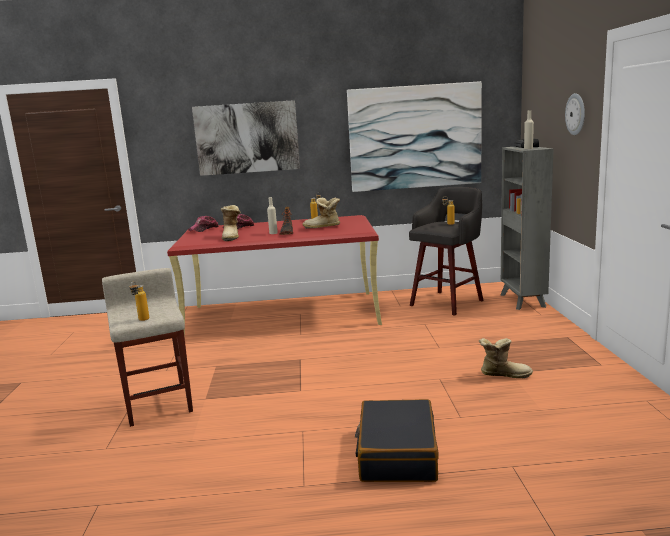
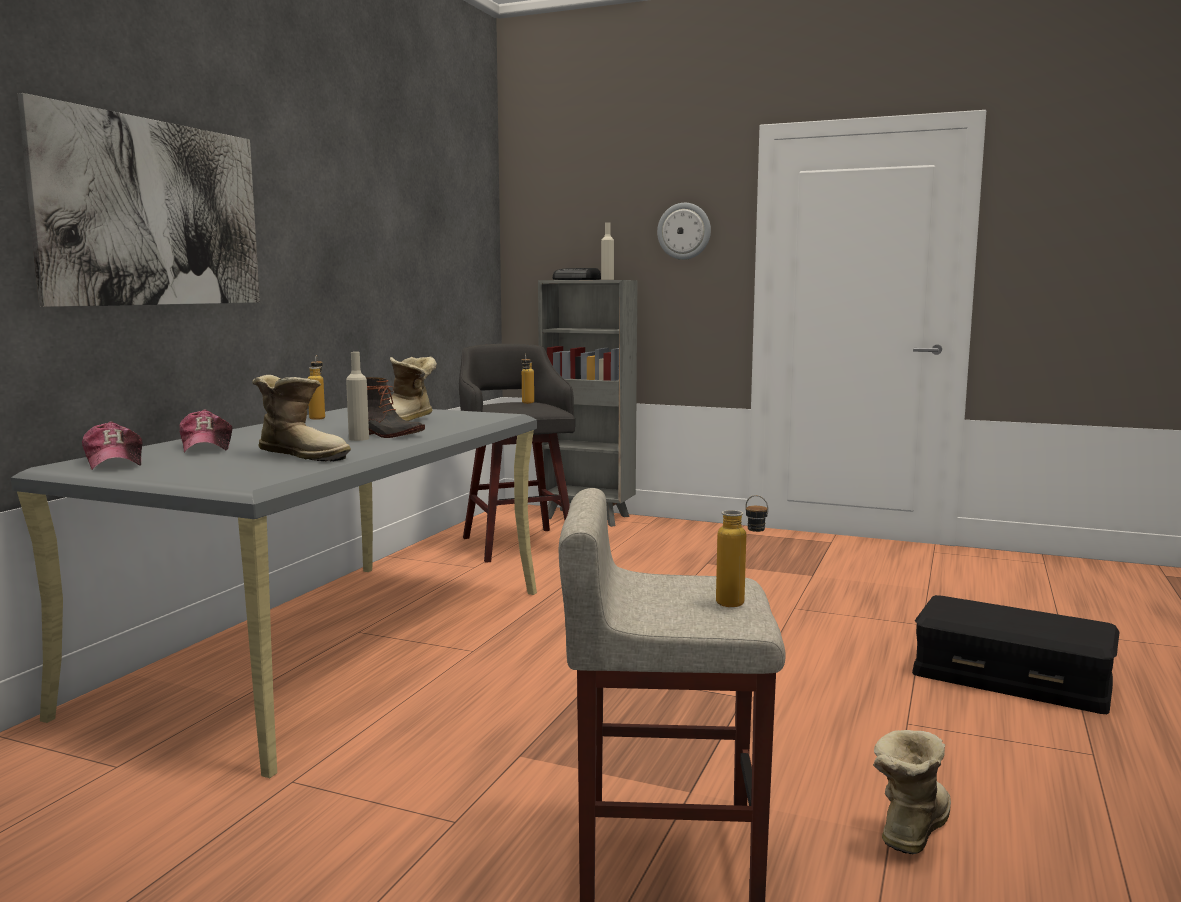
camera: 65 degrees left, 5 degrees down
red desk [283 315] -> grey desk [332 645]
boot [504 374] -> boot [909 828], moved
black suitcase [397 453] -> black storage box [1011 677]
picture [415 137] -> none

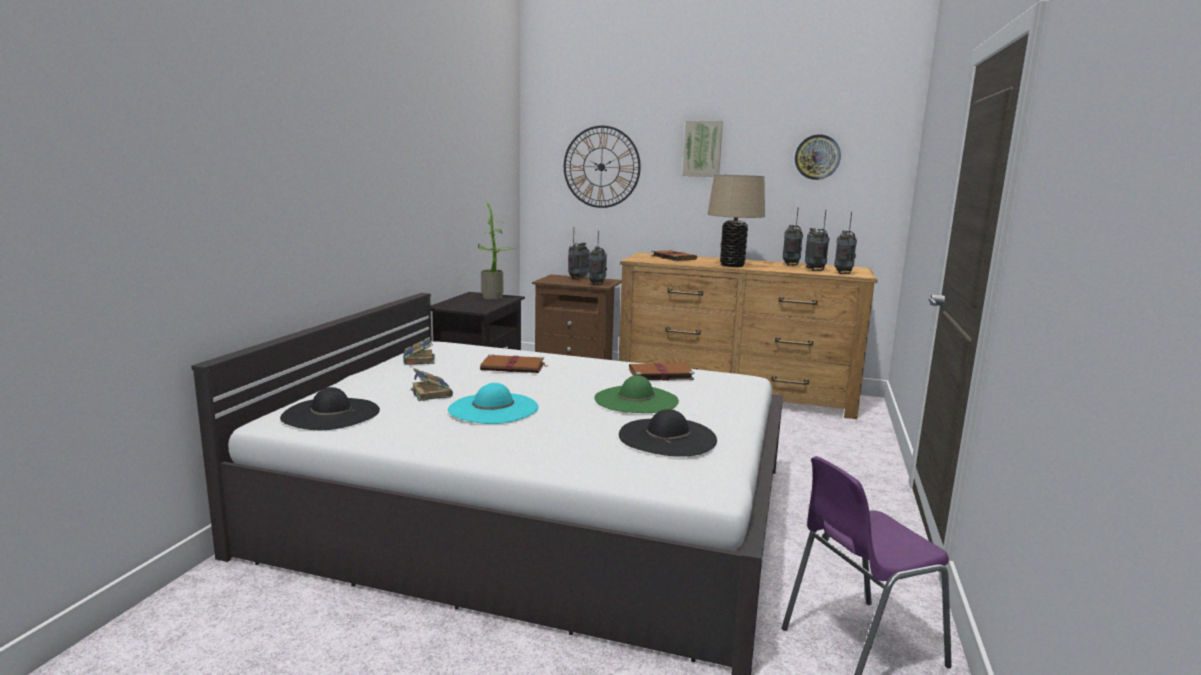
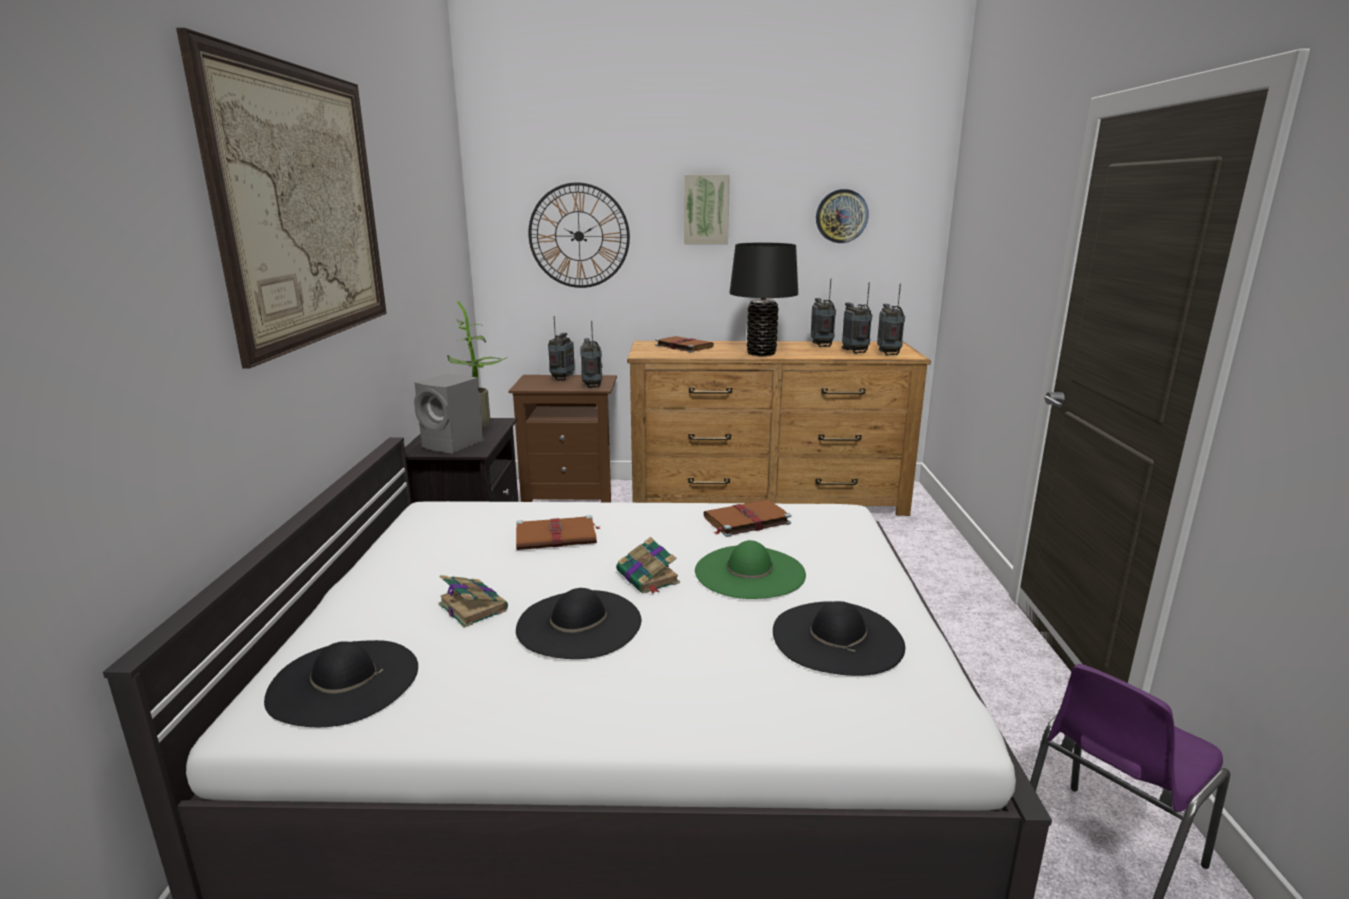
camera: 15 degrees left, 5 degrees up
none -> picture [304 206]
none -> grey speaker [454 445]
turquoise hat [493 408] -> black hat [579 624]
book [419 360] -> book [648 578], moved
beige table lamp [732 265] -> black table lamp [761 353]

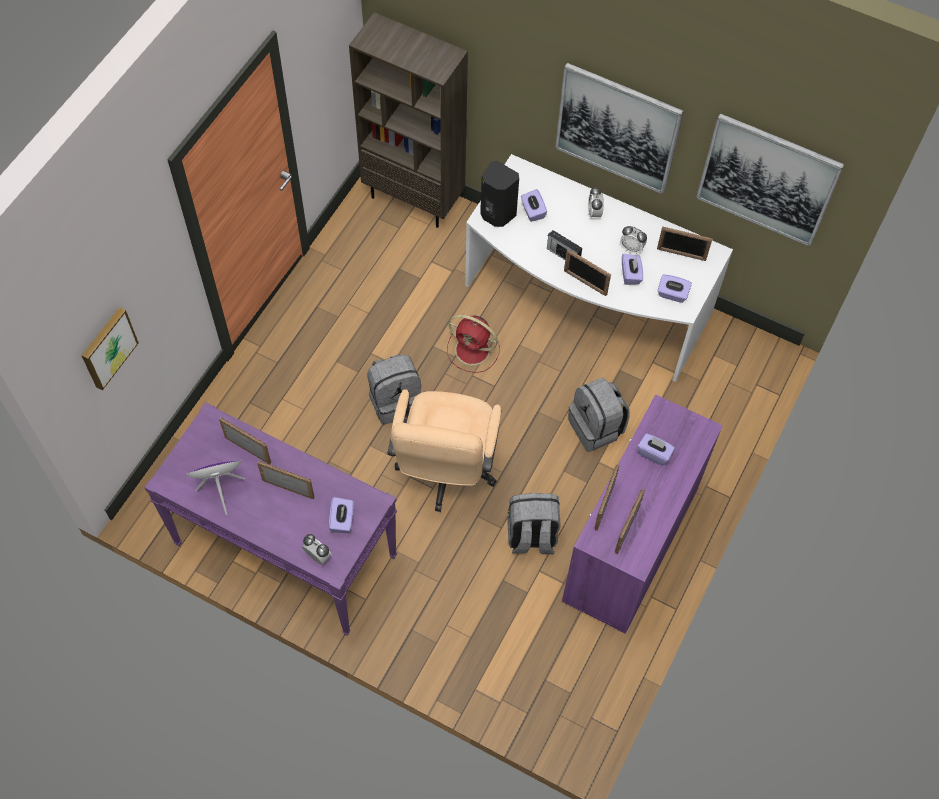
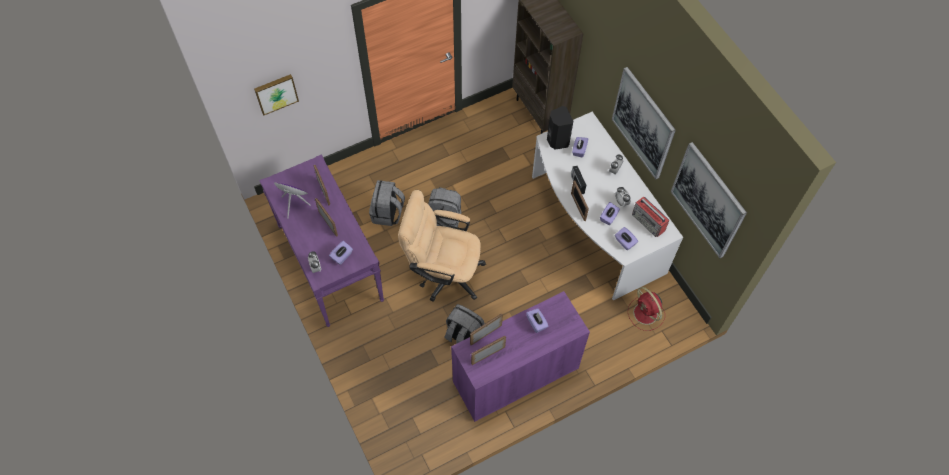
camera: 35 degrees right, 0 degrees up
grey backpack [596 427] -> grey backpack [388 213], moved
beige office chair [445 472] -> beige office chair [443 272], 60 degrees clockwise
red fan [474 351] -> red fan [646 314], moved
picture frame [681 254] -> radio [648 222]

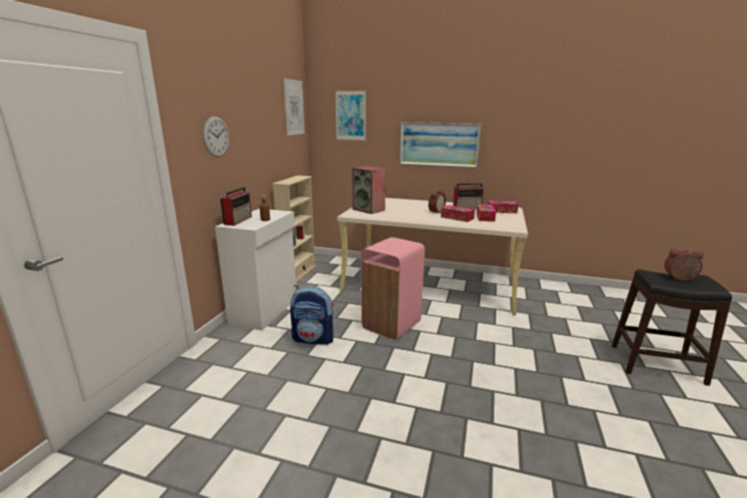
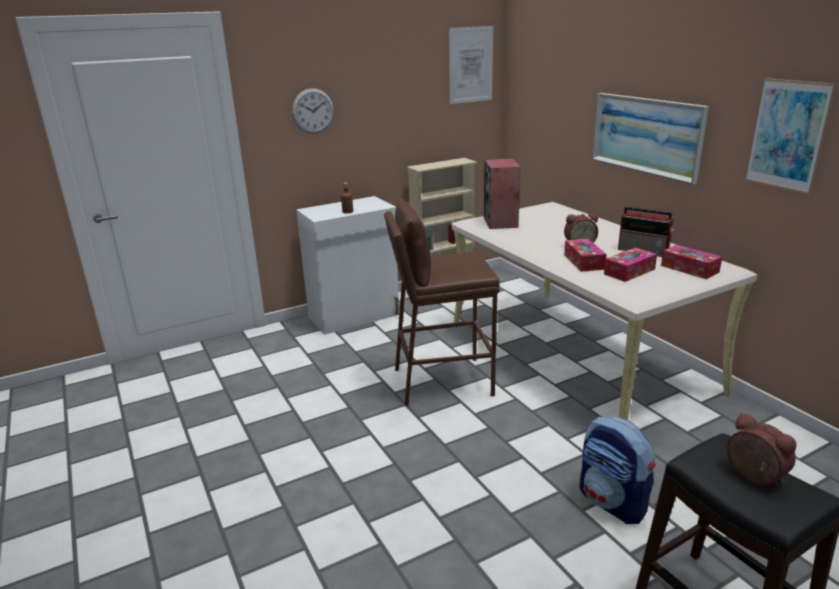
camera: 45 degrees right, 5 degrees up
pink trash can [390 325] -> brown stool [442 381]
backpack [314 339] -> backpack [613 502], moved
picture [350 115] -> picture [787 135], moved
radio [238 220] -> none

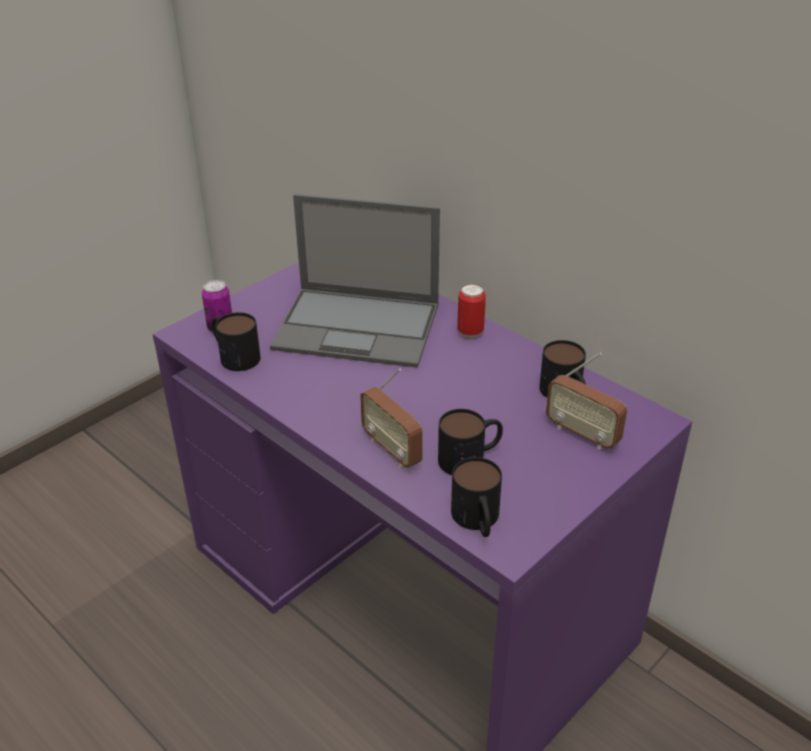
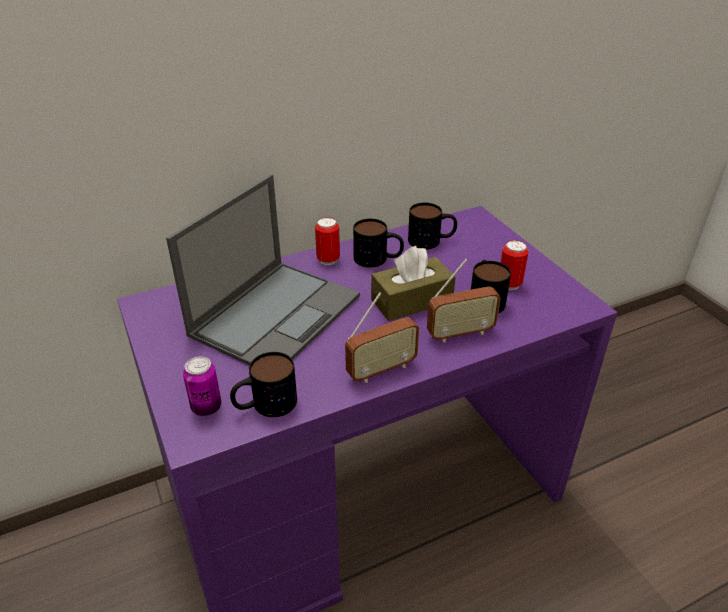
camera: 70 degrees left, 0 degrees up
radio [582 434] -> radio [381 370], moved
mug [477 521] -> mug [378 259], moved
none -> brown tissue box [412 301]
none -> can [509 284]

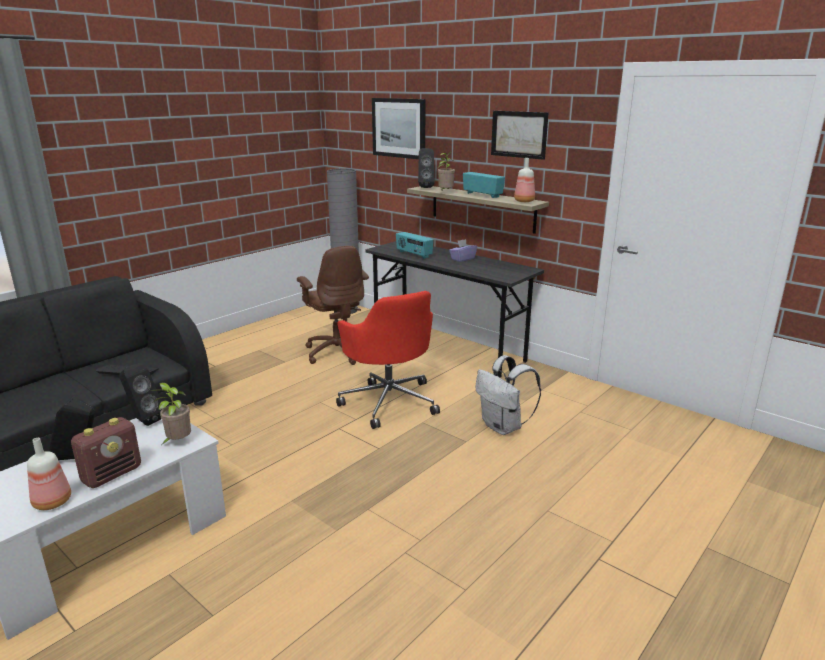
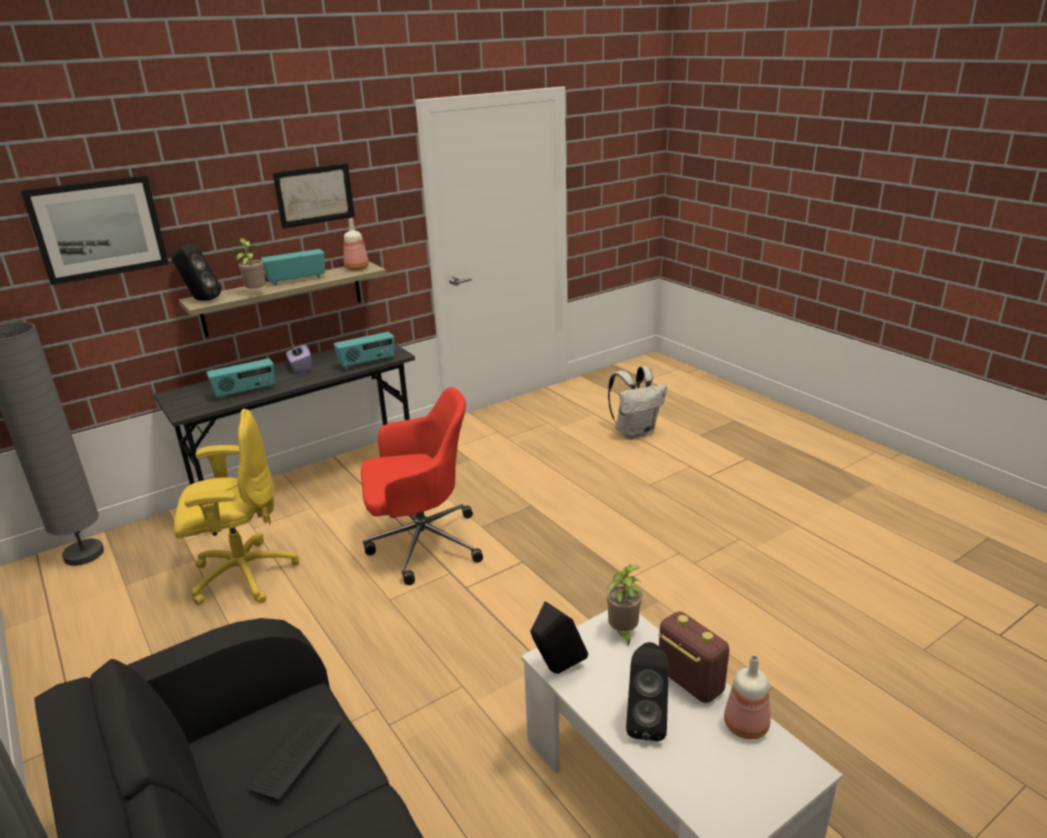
camera: 75 degrees left, 5 degrees up
brown office chair [337 352] -> yellow office chair [242 575]
none -> radio [367 363]
white backpack [503 427] -> white backpack [635 432], moved

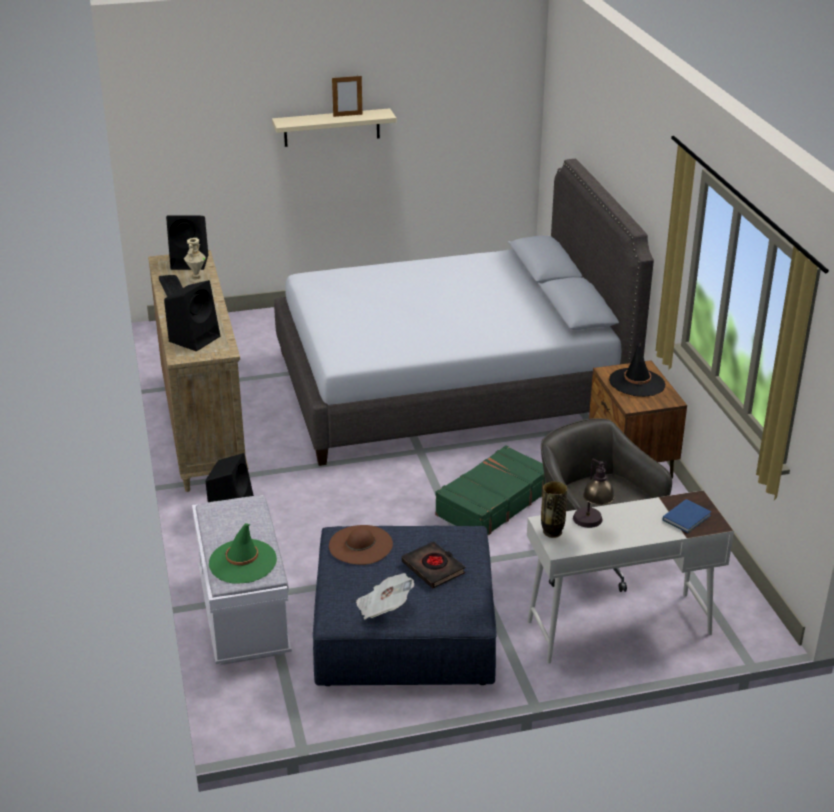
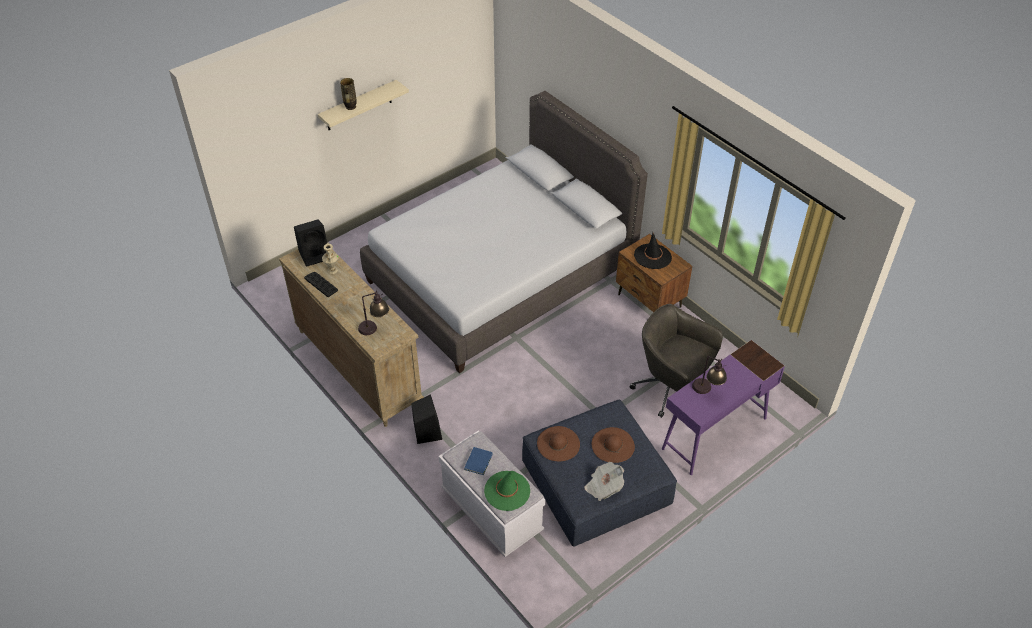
camera: 25 degrees left, 15 degrees up
vase [552 532] -> vase [350 107], moved
black speaker [195 338] -> table lamp [375 328]
blue book [688 517] -> blue book [479 461], moved
black book [433 568] -> brown hat [612 445]
white desk [618 627] -> purple desk [714 433]
picture frame [347 115] -> none
green suitcase [492 503] -> none

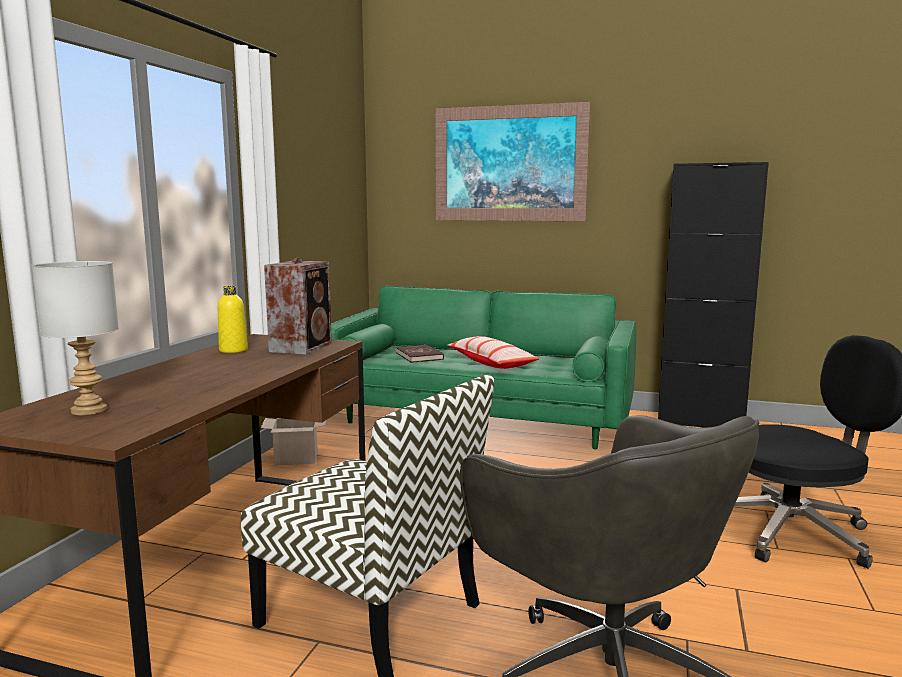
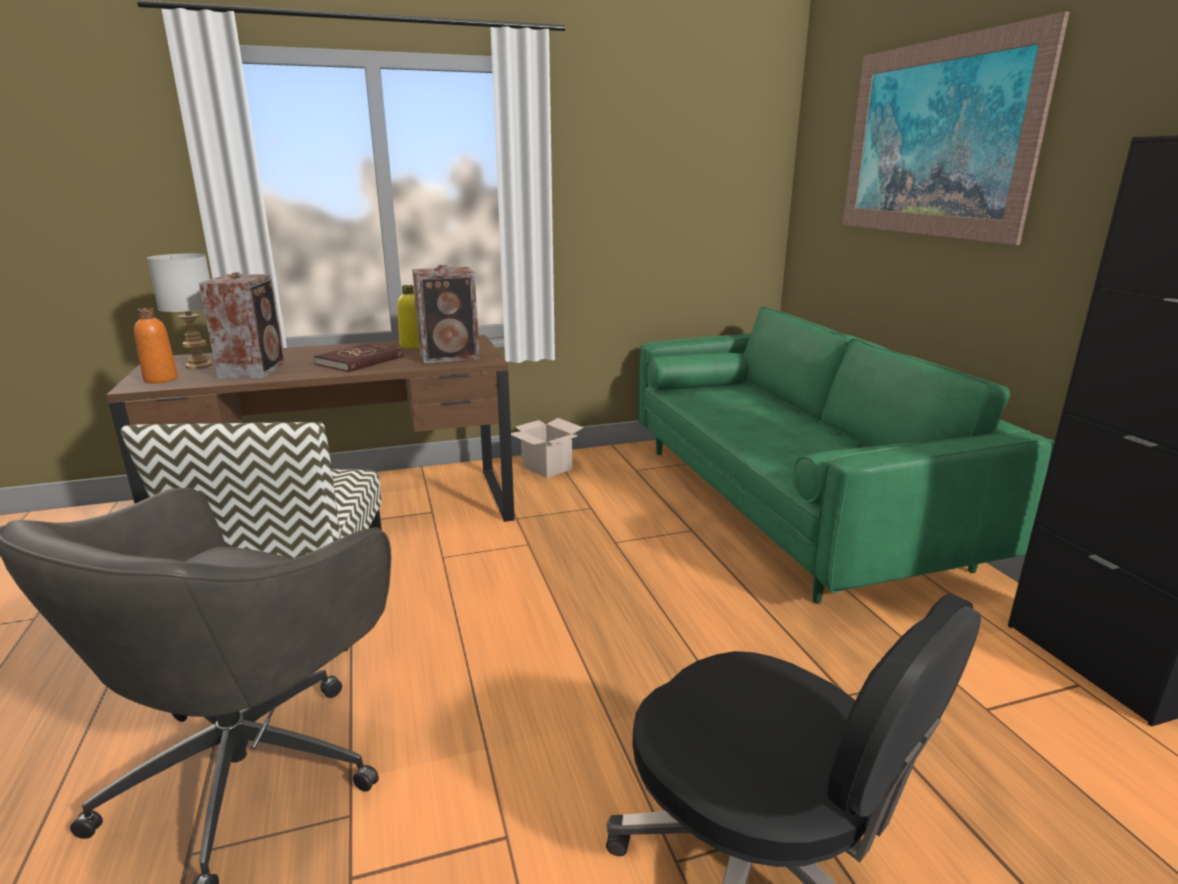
camera: 55 degrees right, 10 degrees up
none -> orange bottle [161 379]
none -> speaker [254 369]
red book [419 356] -> red book [360 361], moved
pillow [491 363] -> none

